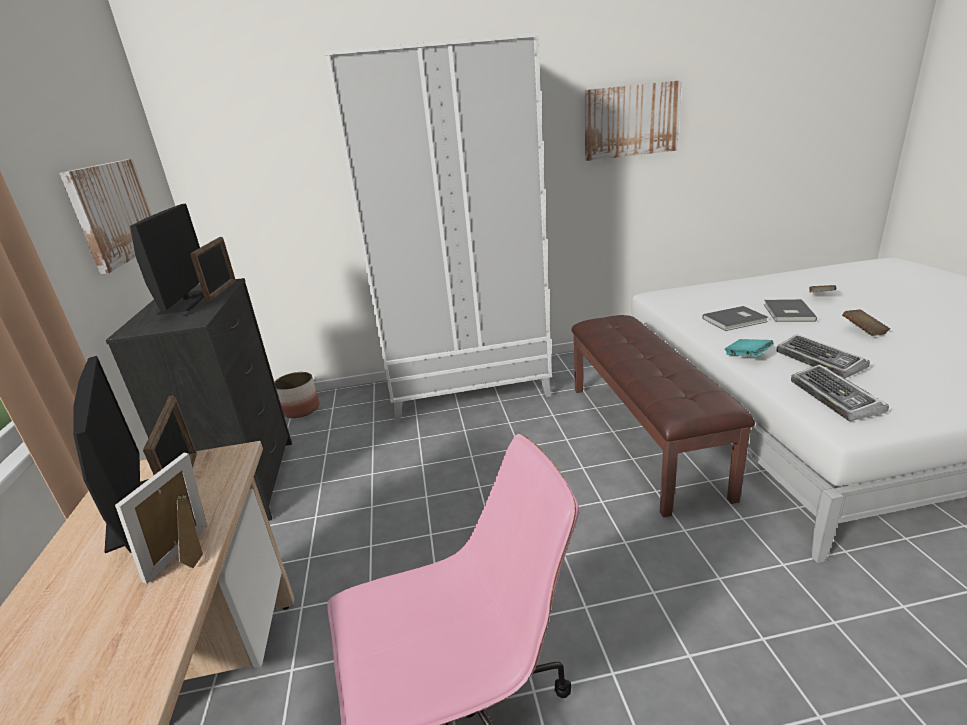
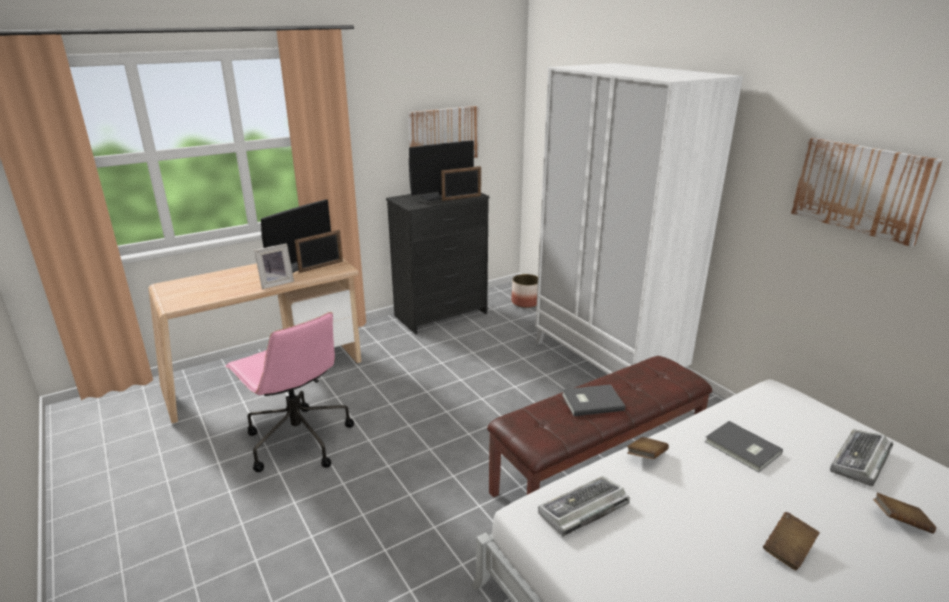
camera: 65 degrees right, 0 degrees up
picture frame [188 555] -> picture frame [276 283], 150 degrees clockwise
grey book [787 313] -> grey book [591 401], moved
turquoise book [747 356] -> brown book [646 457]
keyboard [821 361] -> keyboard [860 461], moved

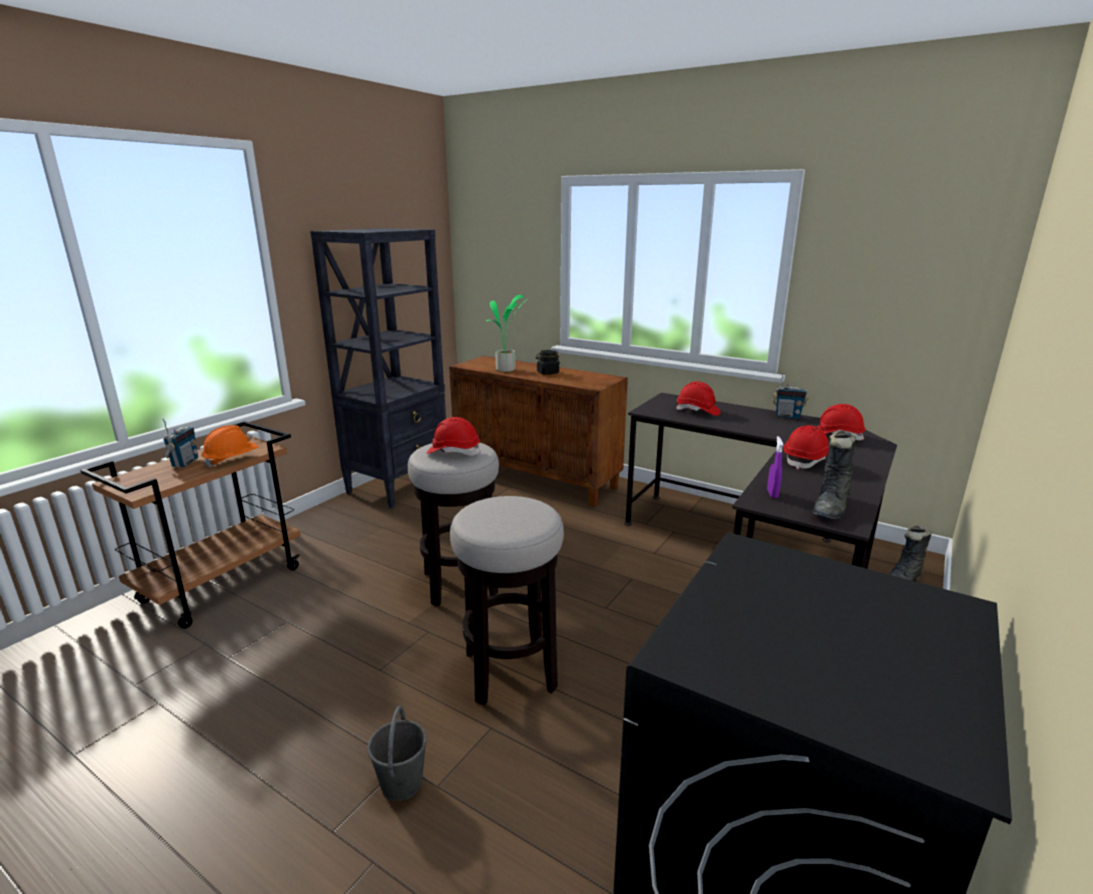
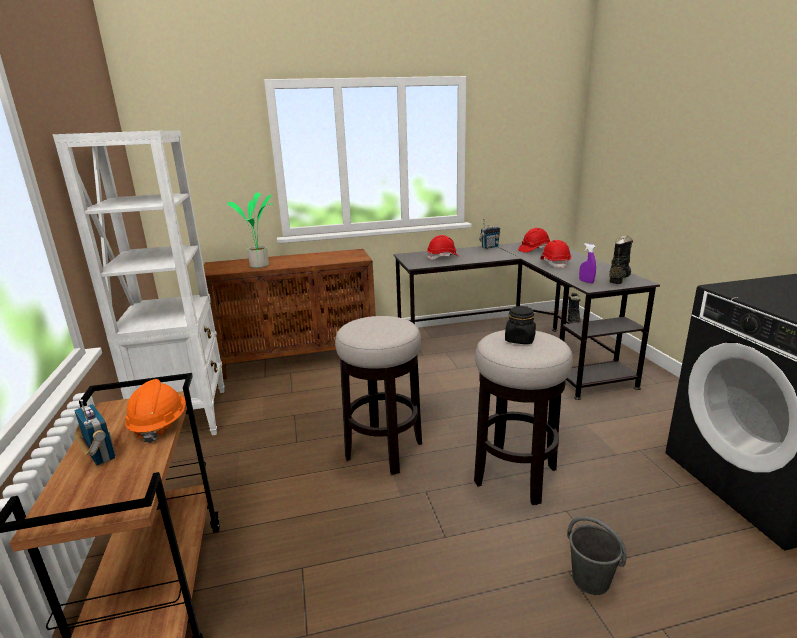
camera: 45 degrees left, 0 degrees up
black bookcase [399 486] -> white bookcase [186 415]
black jar [547 373] -> black jar [520 340], moved
black boot [831 508] -> black boot [618 278], 135 degrees counterclockwise
red hard hat [453 452] -> none

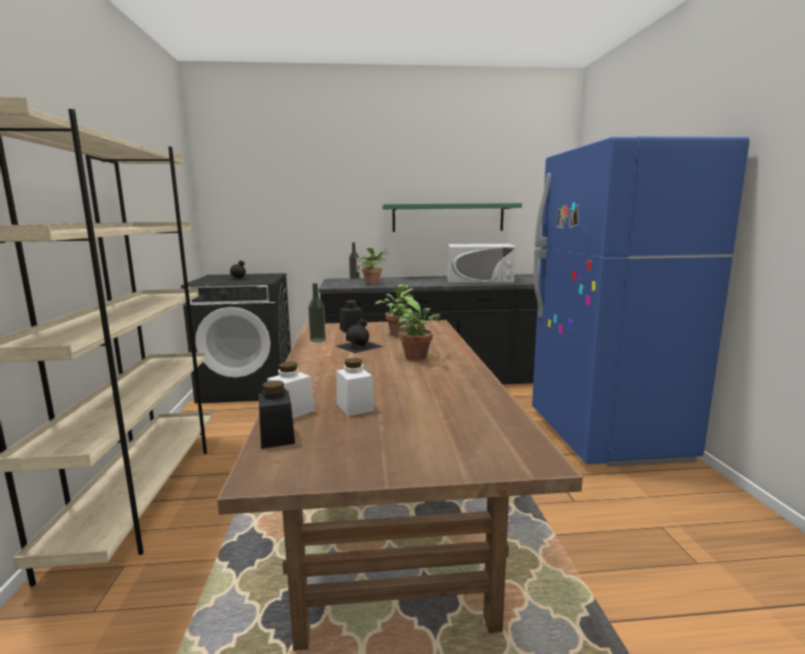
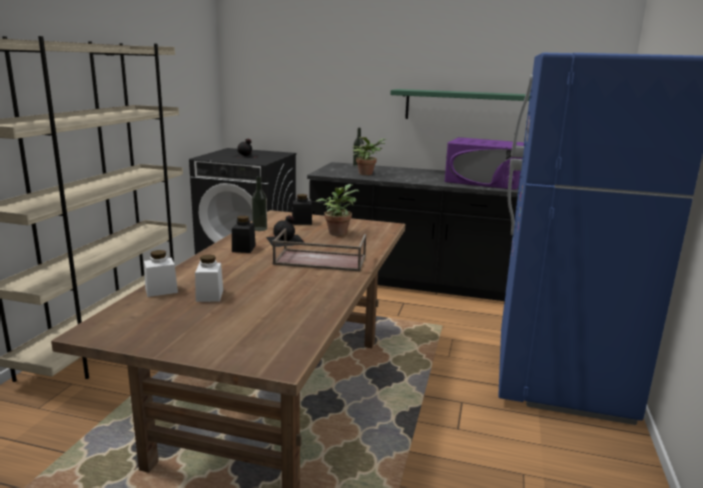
camera: 20 degrees right, 5 degrees up
black jar [277 437] -> black jar [243 248], moved
potted plant [418 358] -> brown tray [319 260]
white microwave [479 280] -> purple microwave [484 181]

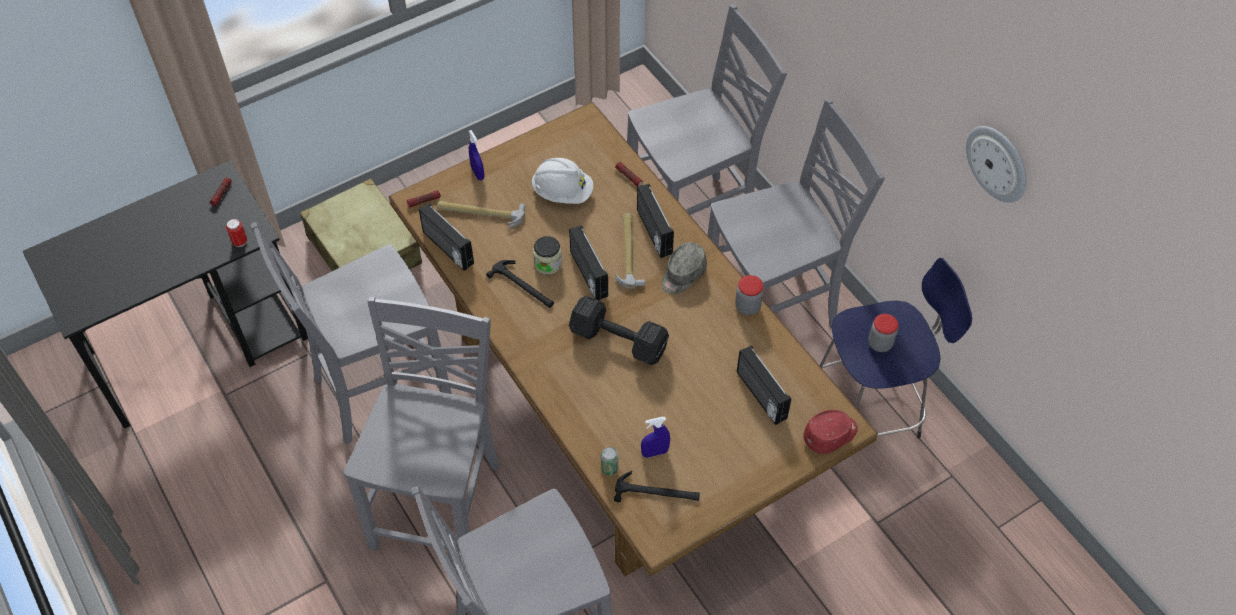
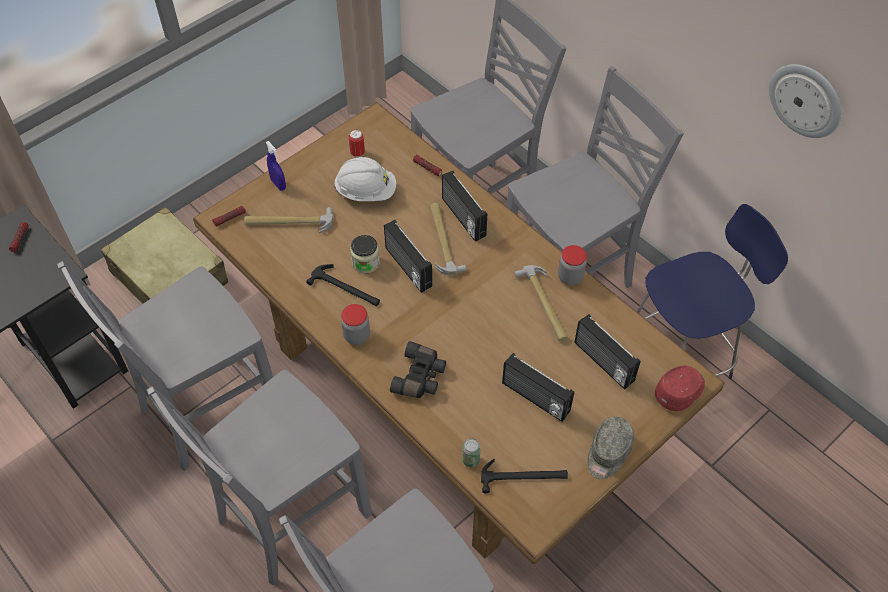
camera: 10 degrees left, 0 degrees up
grey chair [441 504] -> grey chair [289 516], 135 degrees counterclockwise
jar [880 344] -> jar [357 336], moved
can [240 242] -> can [357 153], moved
none -> black binoculars [420 377]
radio [447 248] -> radio [535 398], moved
none -> hammer [544 304]
grey cap [682 275] -> grey cap [608 453], moved
black dumbbell [620 342] -> none
blue spray bottle [655 452] -> none

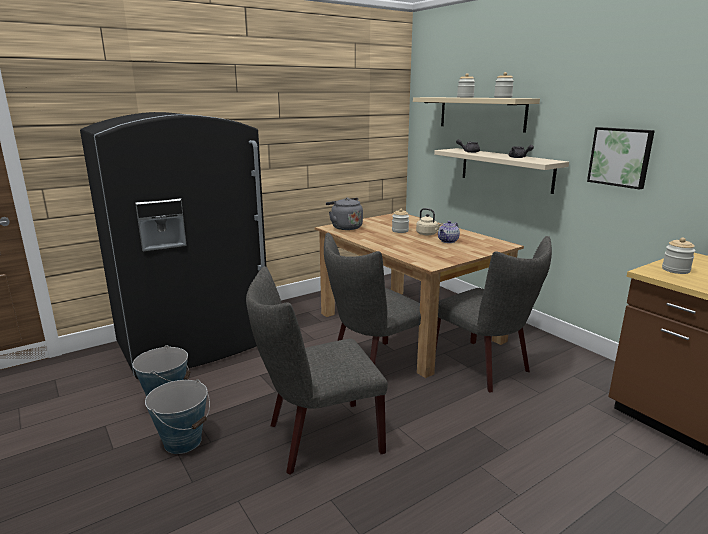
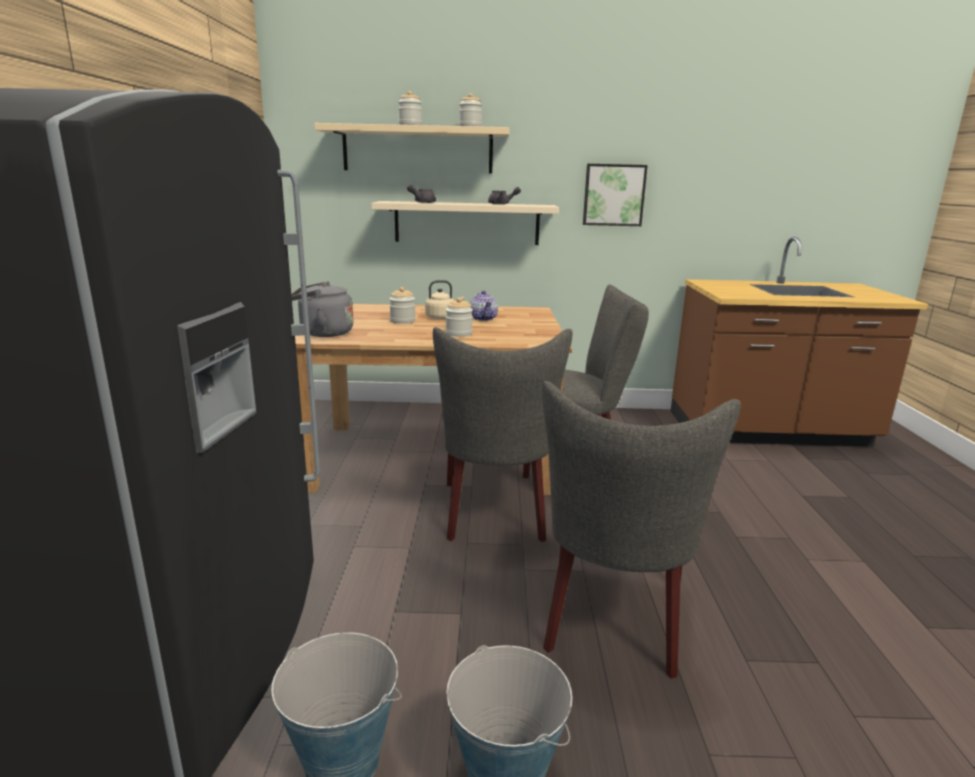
camera: 55 degrees left, 0 degrees up
jar [675 270] -> jar [458 333], moved

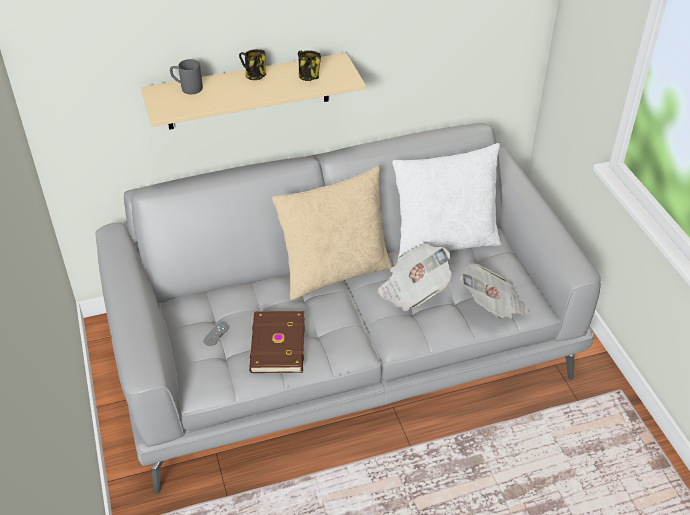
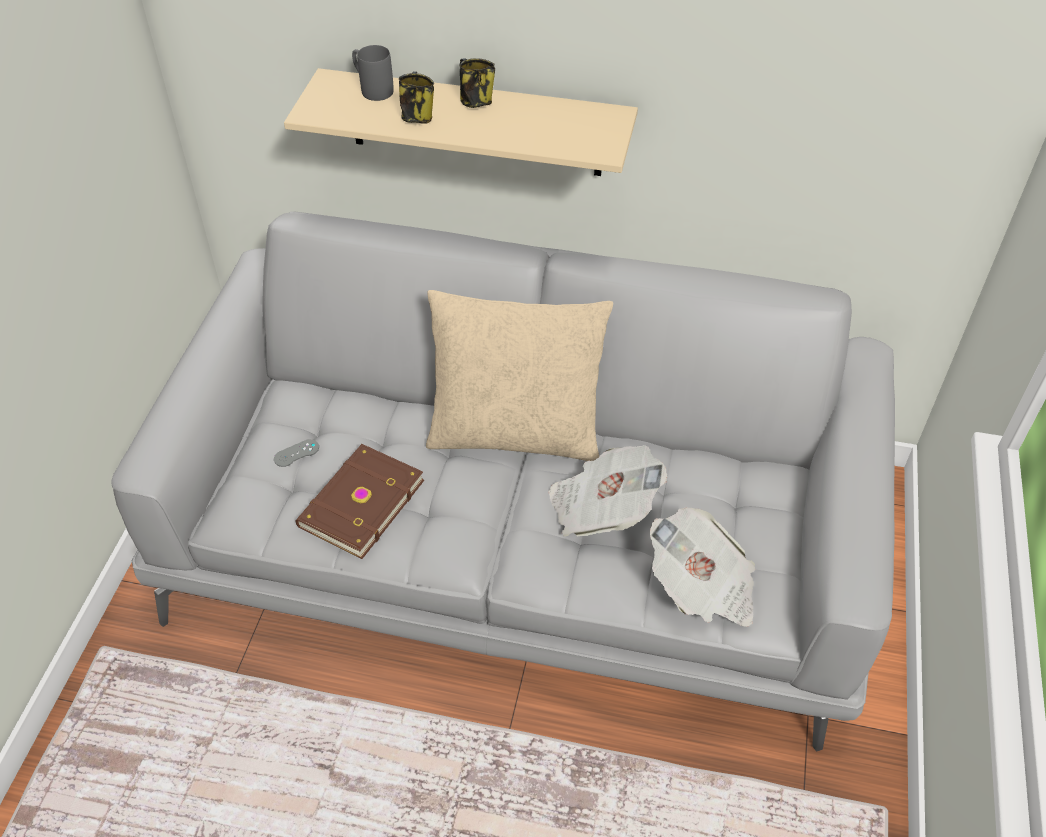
camera: 30 degrees right, 5 degrees up
mug [308 77] -> mug [417 116], moved
white pillow [444 241] -> none

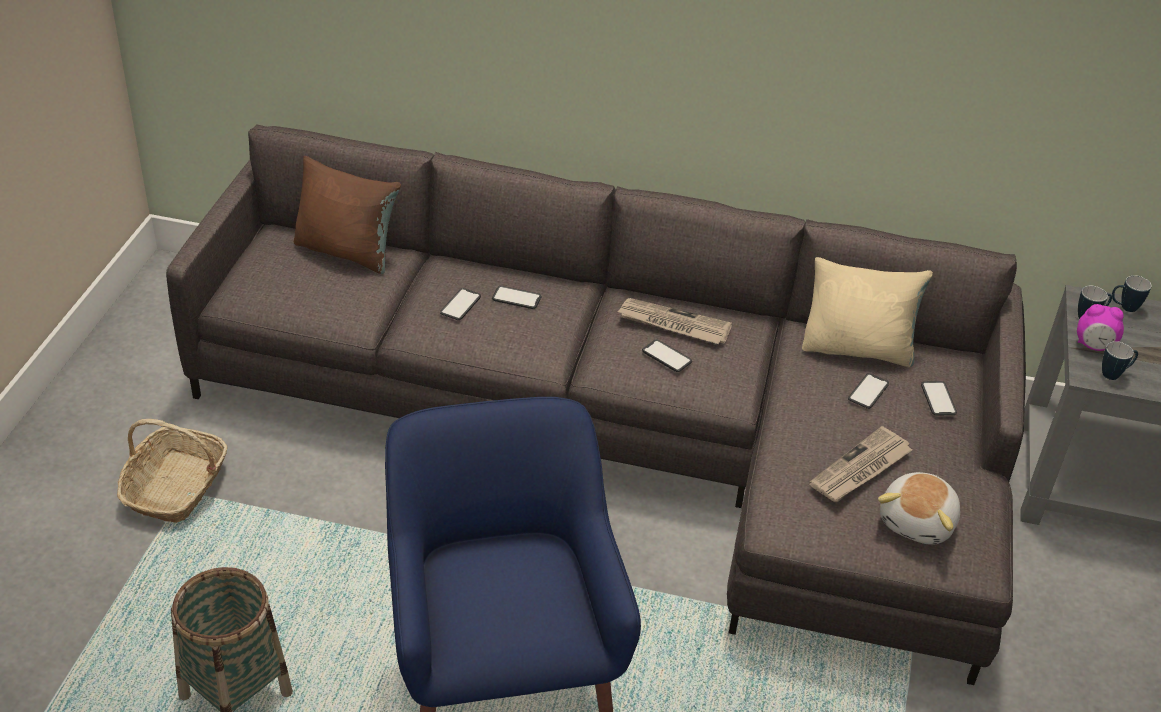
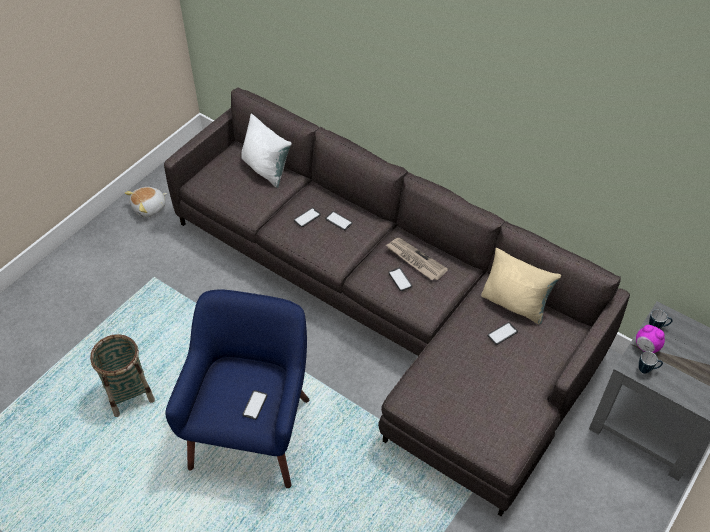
camera: 25 degrees right, 10 degrees up
plush toy [918 522] -> plush toy [150 208], moved
brown pillow [347 252] -> white pillow [266 169]
phone [938 399] -> phone [255 405], moved
basket [176 487] -> none
newspaper [860 469] -> none
mug [1124 307] -> none

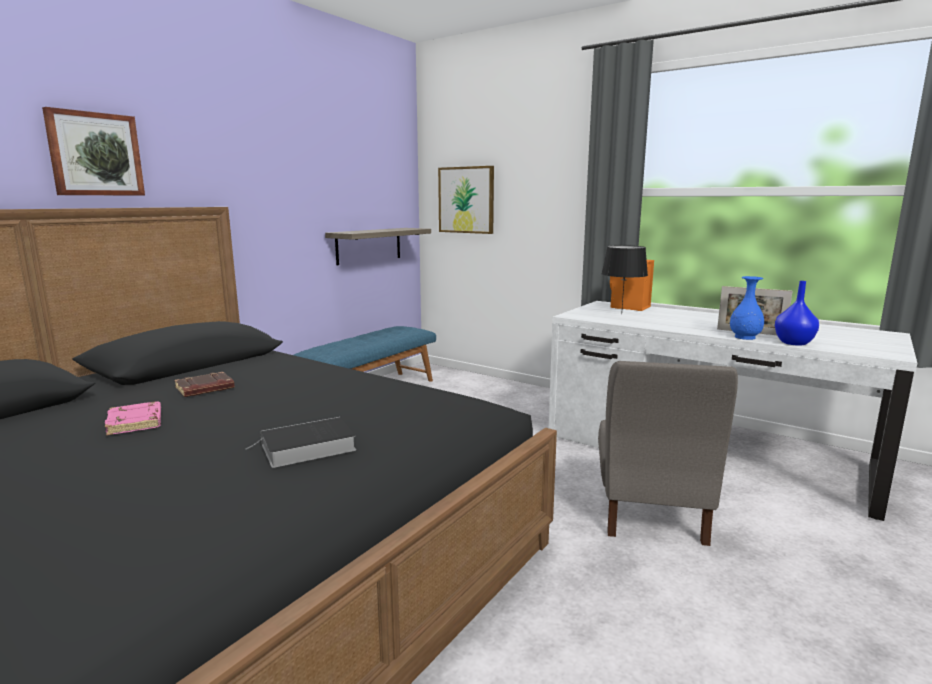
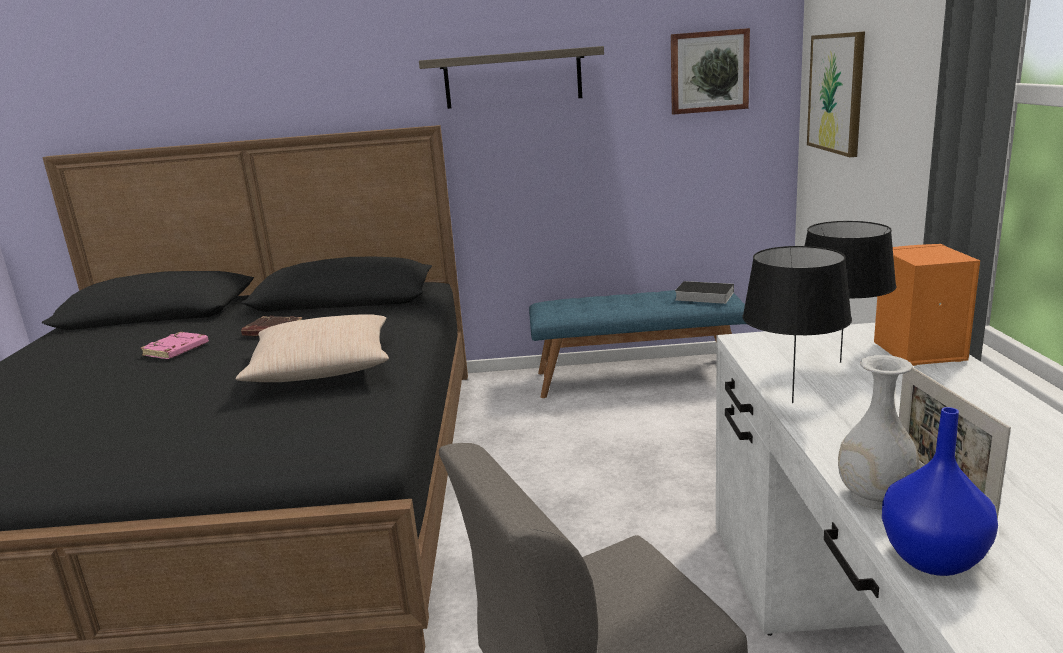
camera: 55 degrees right, 5 degrees up
none -> beige pillow [322 367]
shelf [369 245] -> shelf [513 78], moved
picture [95 154] -> picture [709 71], moved
book [305 448] -> book [702 296], moved
none -> black table lamp [793 402]
blue vase [744 337] -> white vase [874 496]

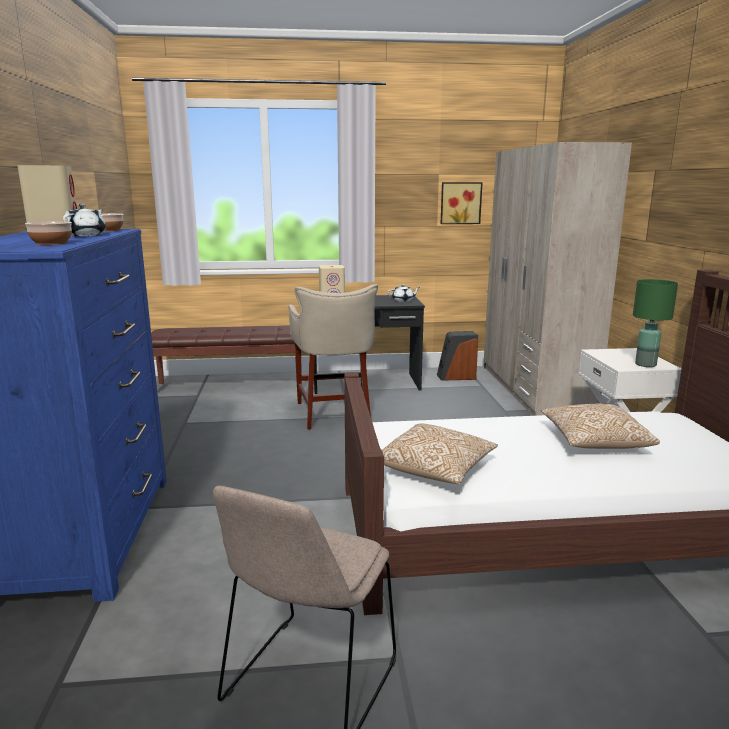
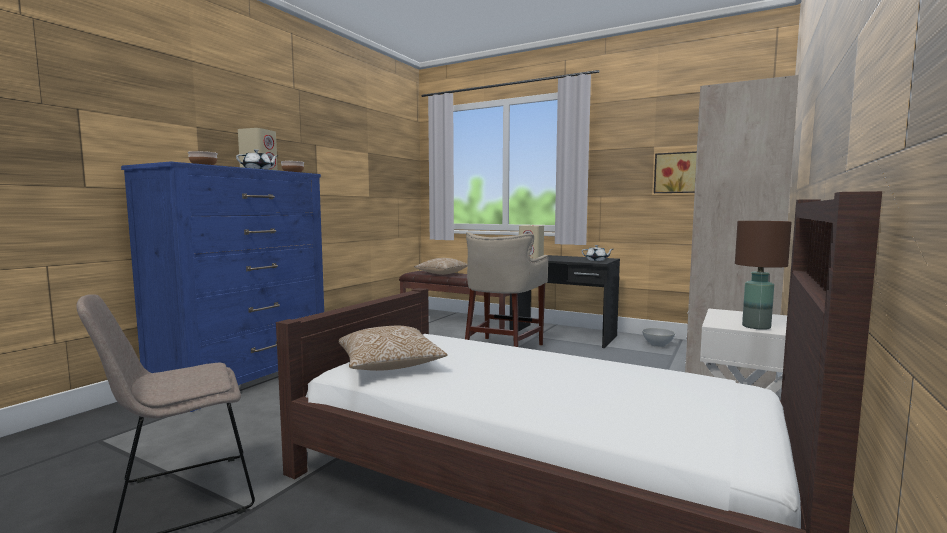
camera: 35 degrees right, 10 degrees down
pillow [594 442] -> pillow [441 274], moved
speaker [456 377] -> white bowl [658 345]
green table lamp [646 365] -> brown table lamp [757 327]

